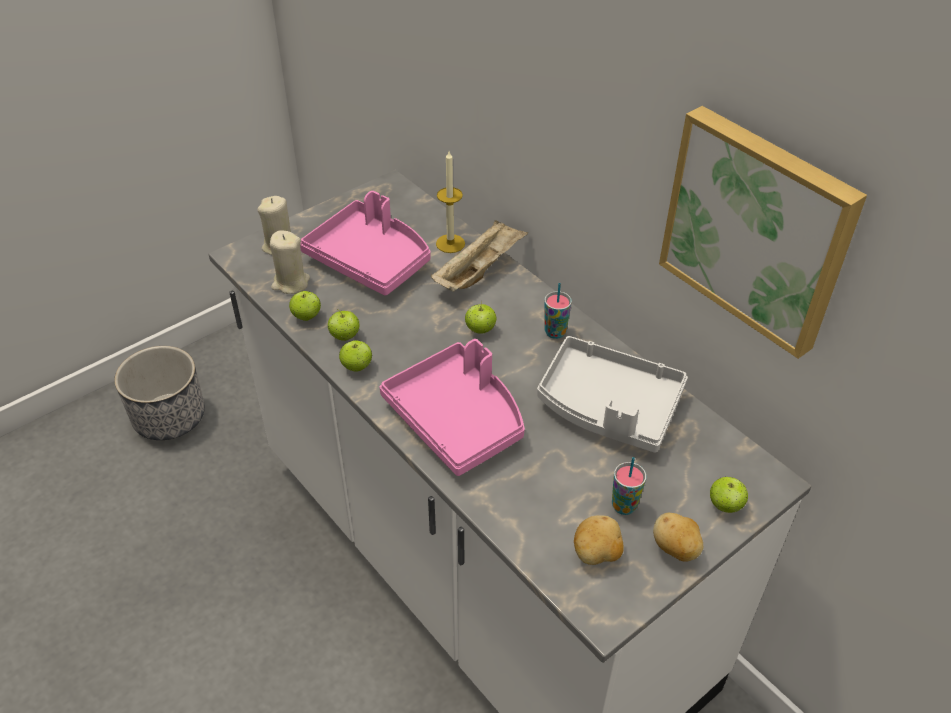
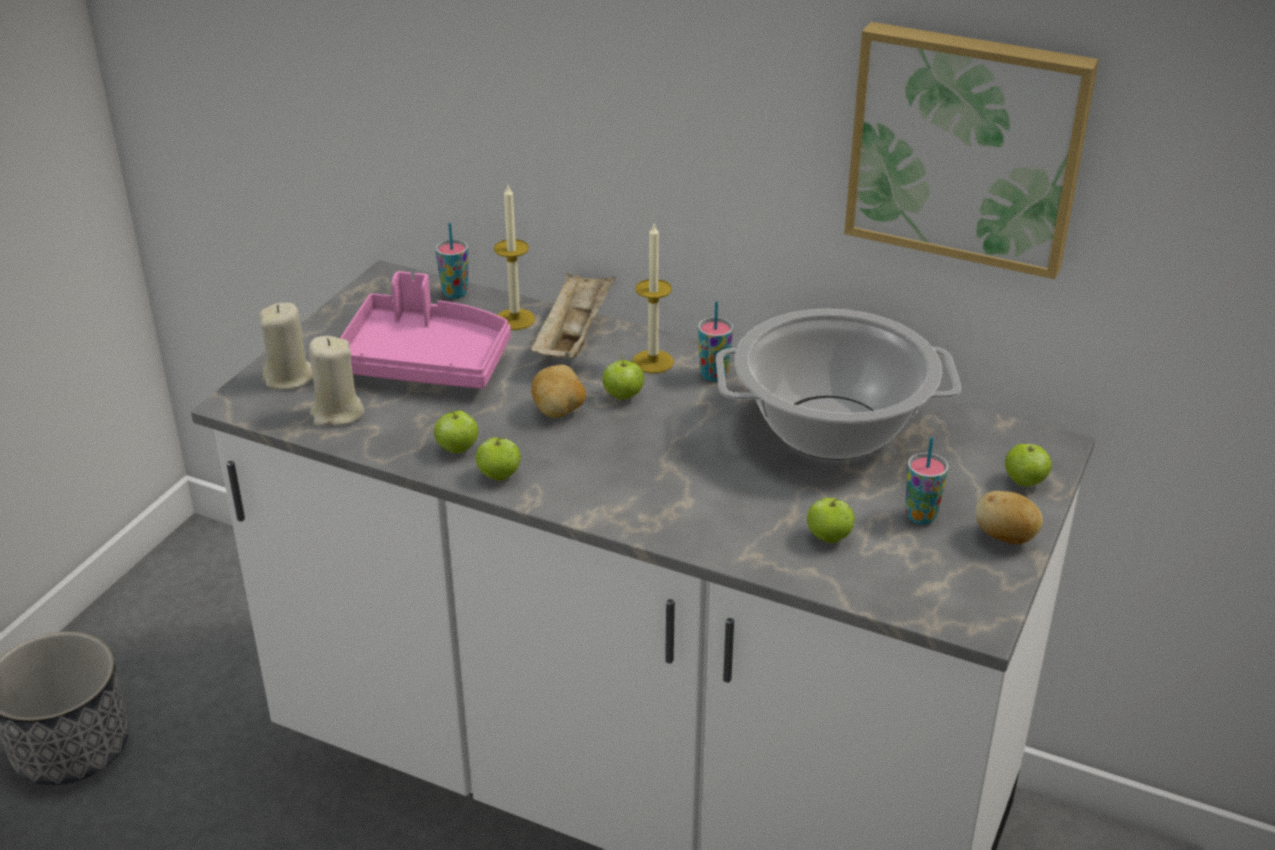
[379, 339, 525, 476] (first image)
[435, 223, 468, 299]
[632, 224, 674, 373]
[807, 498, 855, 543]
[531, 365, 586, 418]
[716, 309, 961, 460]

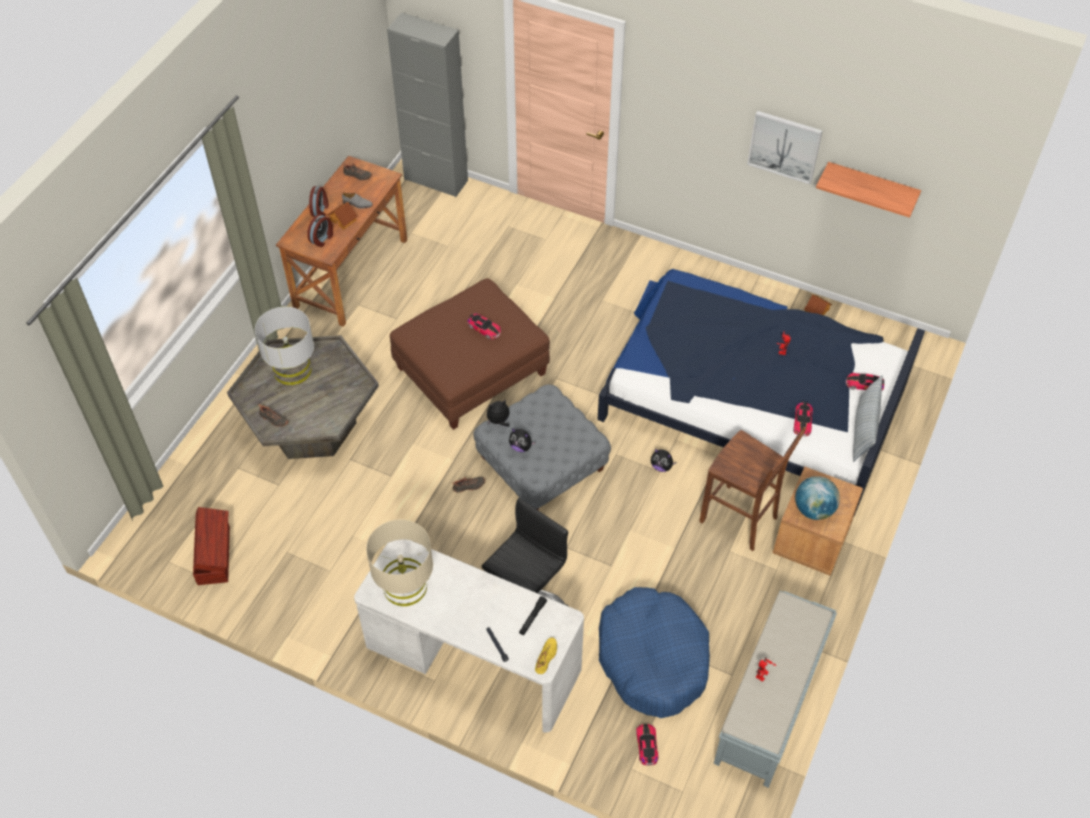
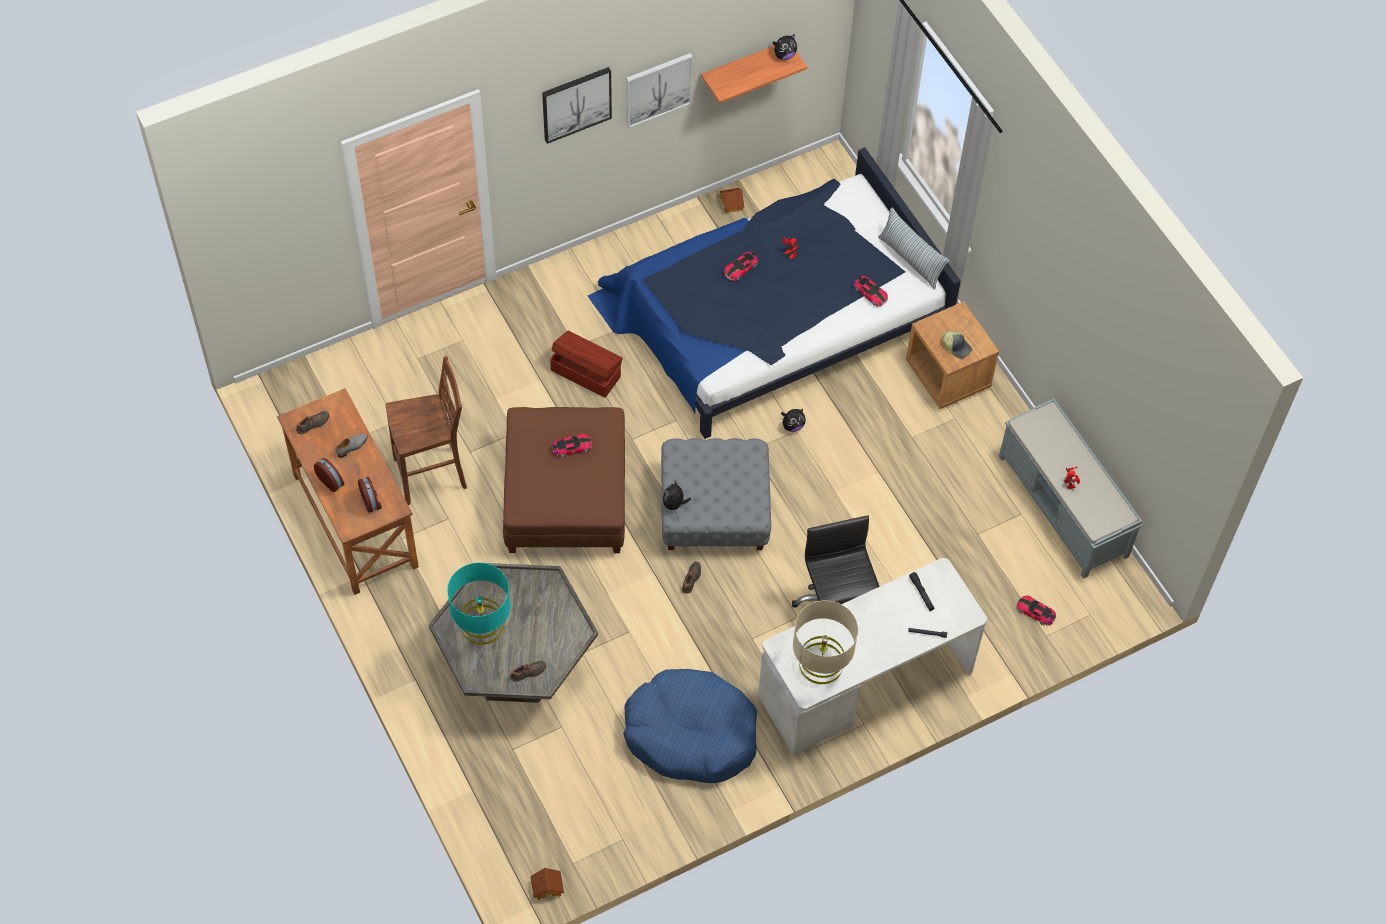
[387, 12, 468, 197] (first image)
[535, 637, 557, 674] (first image)
[542, 67, 612, 144]
[550, 331, 623, 398]
[530, 868, 564, 900]
[772, 34, 797, 60]
[623, 669, 757, 783]
[386, 356, 467, 505]
[724, 251, 758, 281]
[942, 331, 972, 359]
[447, 563, 511, 645]

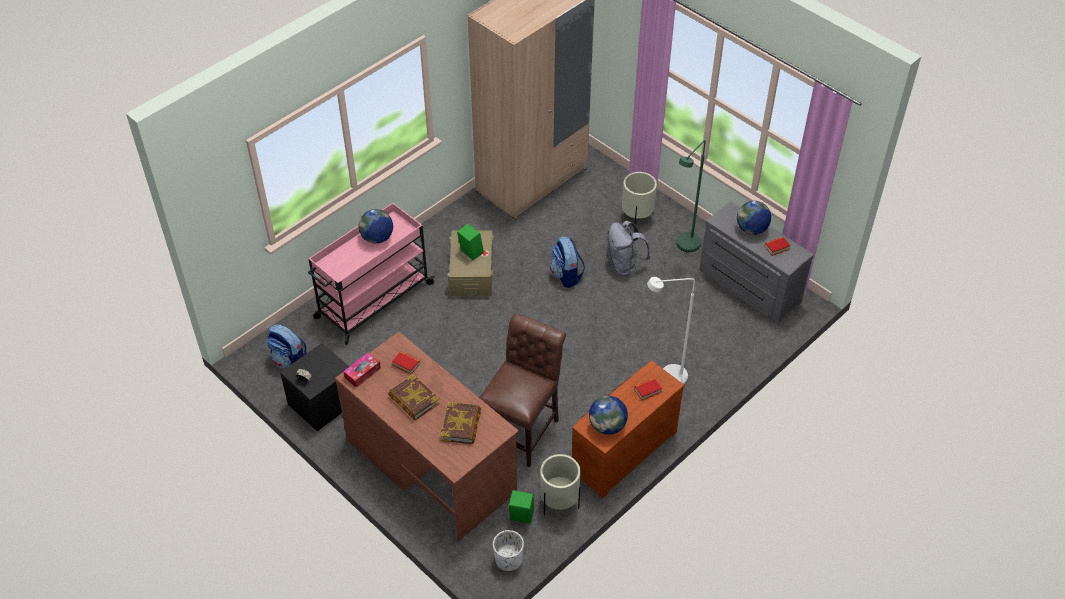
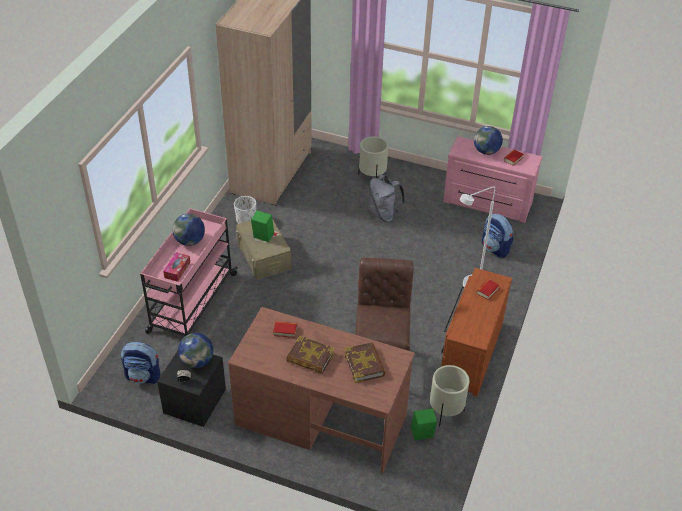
[676, 140, 706, 252] (first image)
[163, 252, 190, 282]
[234, 196, 256, 224]
[482, 214, 513, 258]
[178, 333, 213, 368]
[443, 136, 542, 223]

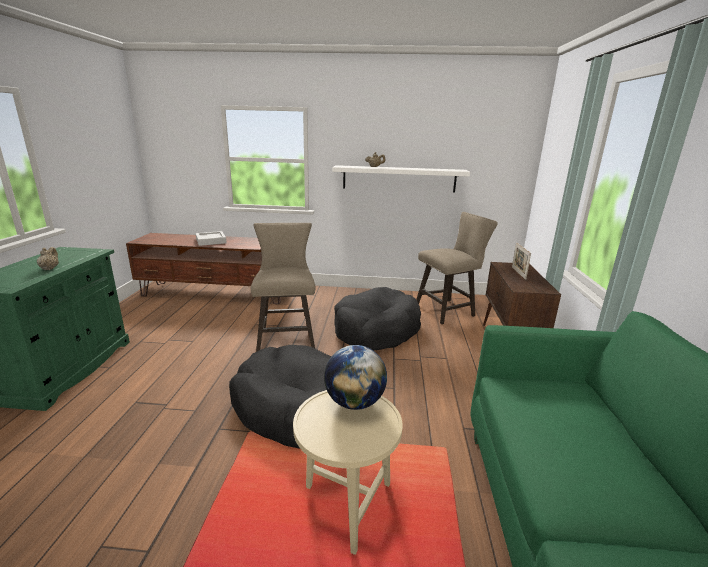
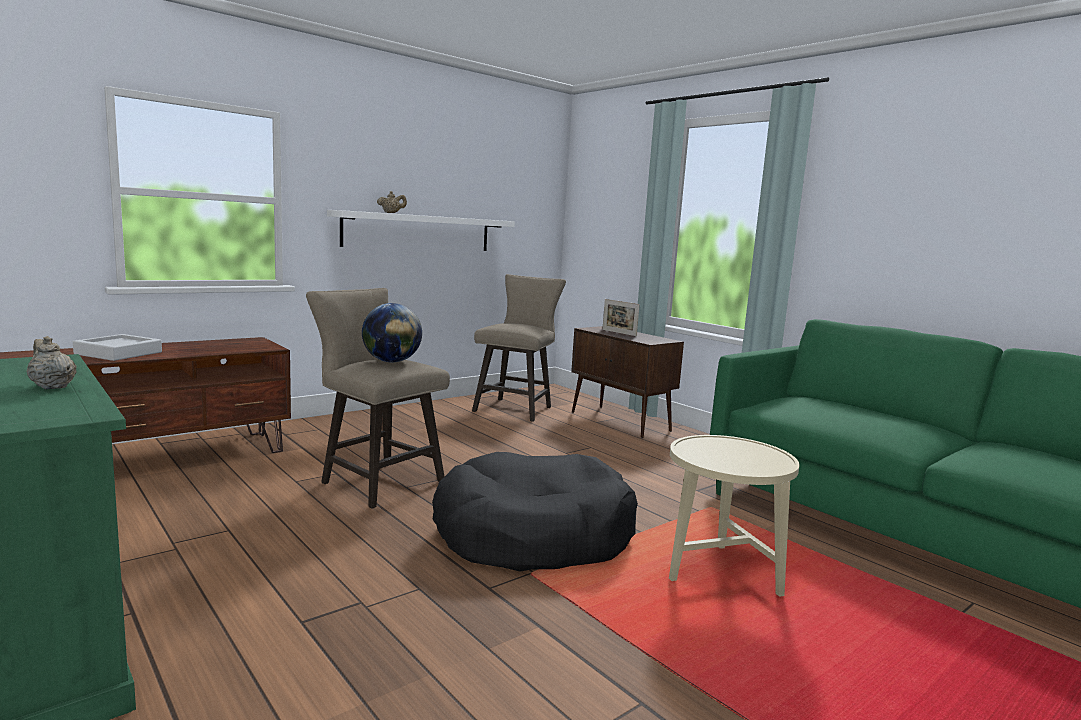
[334, 287, 421, 351] (first image)
[362, 303, 422, 362]

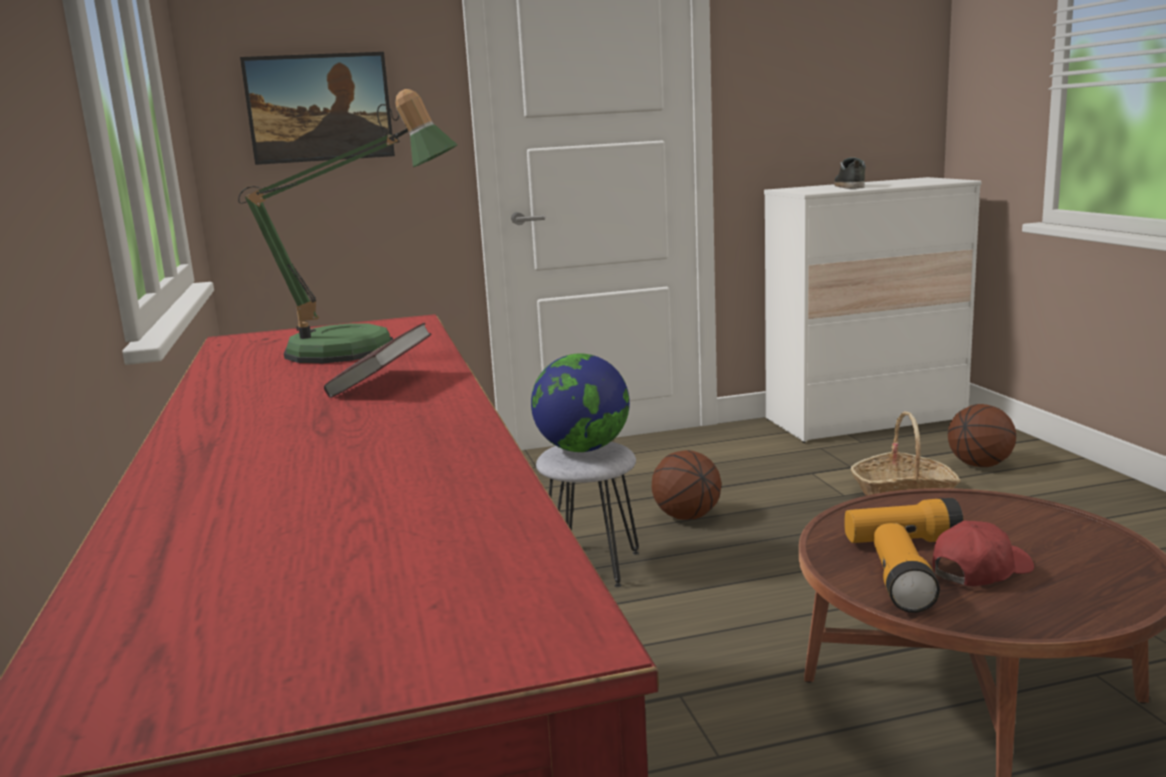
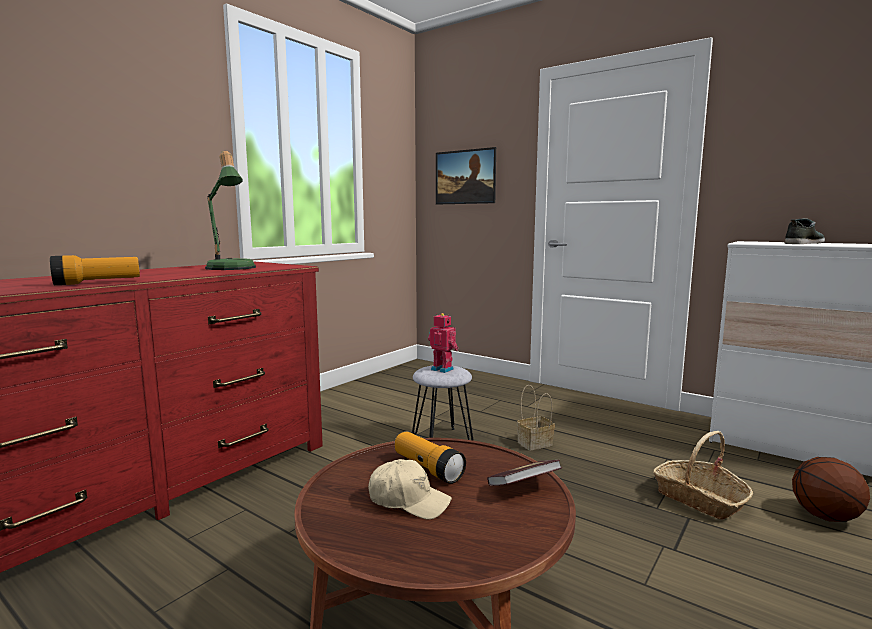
[487, 460, 562, 486]
[50, 255, 140, 285]
[428, 313, 458, 373]
[517, 385, 555, 450]
[368, 459, 452, 520]

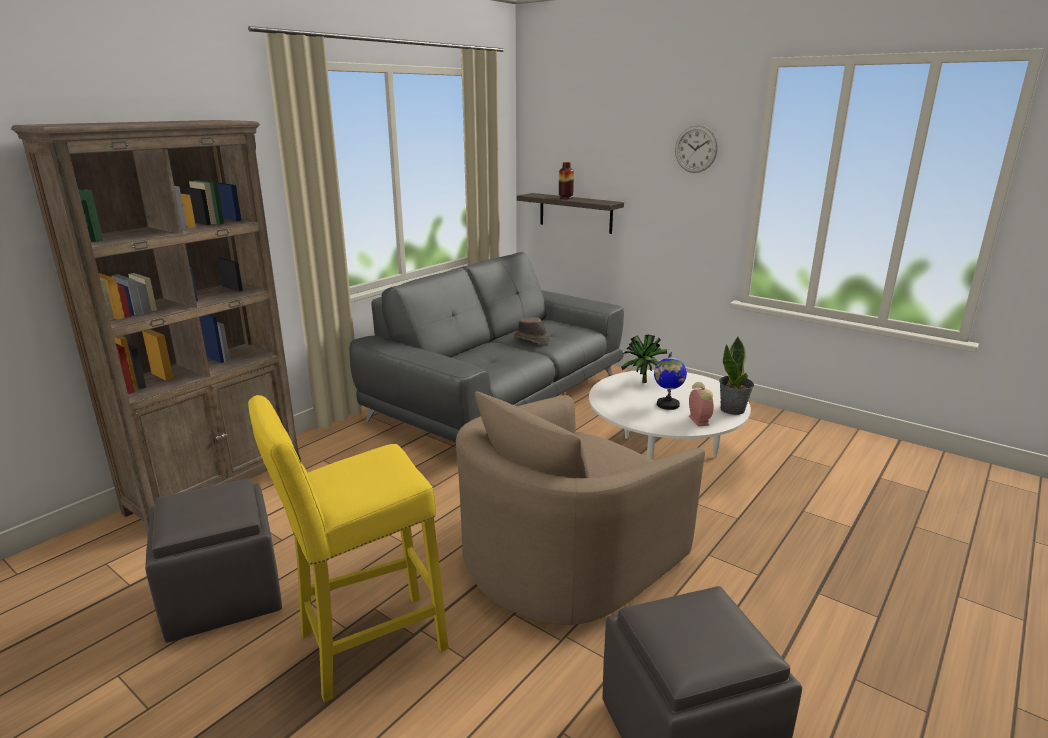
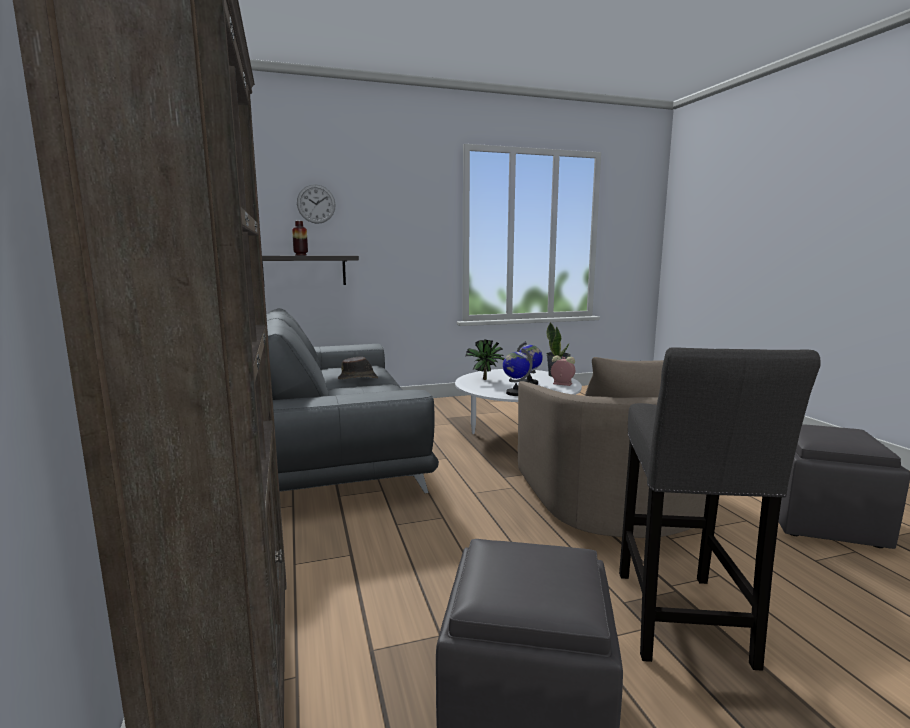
[503, 348, 533, 396]
[297, 184, 336, 224]
[619, 347, 821, 671]

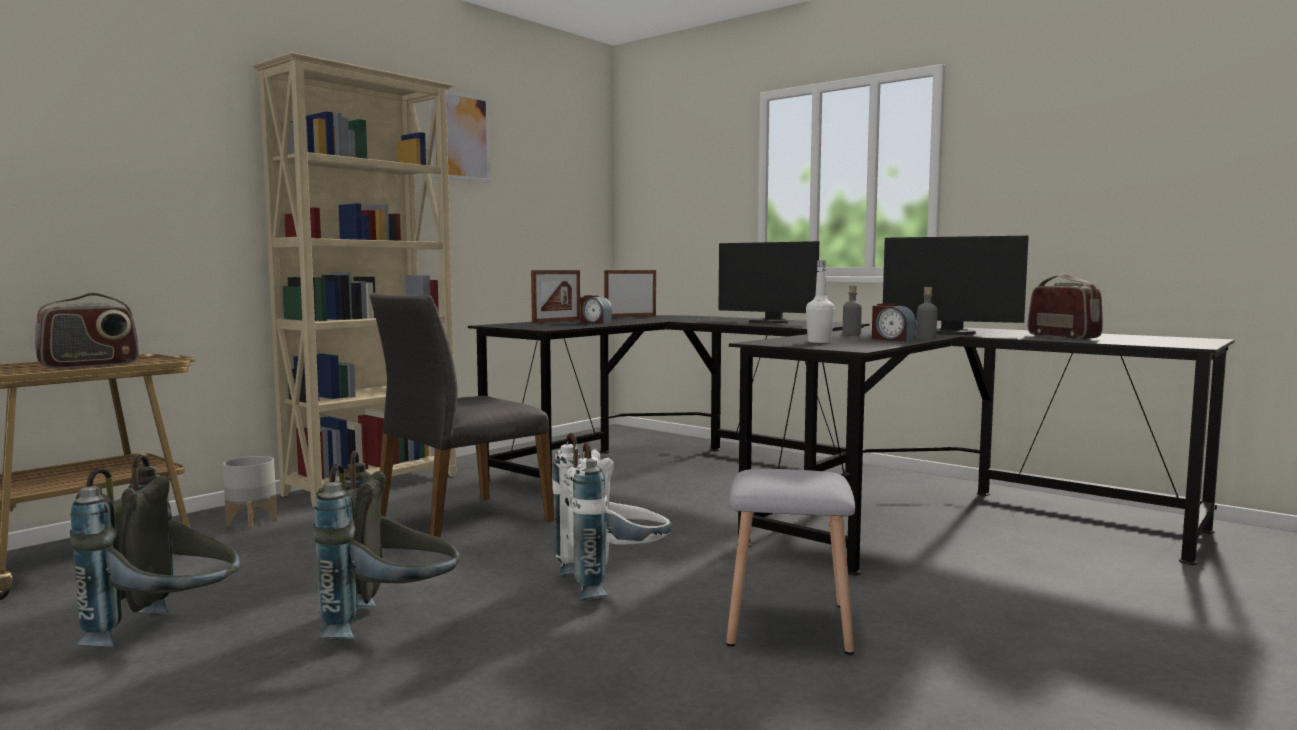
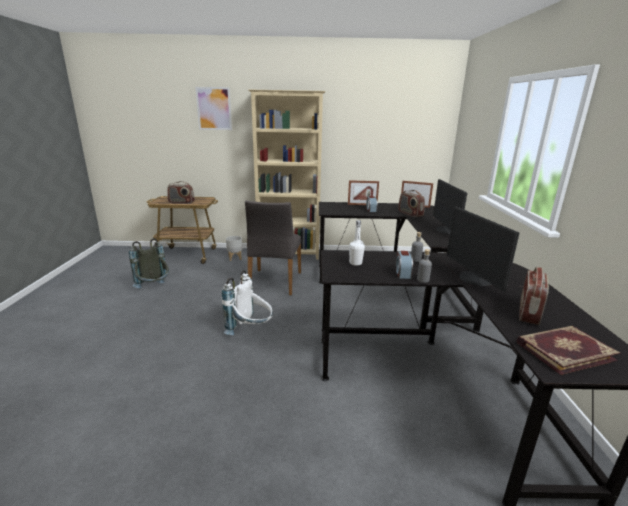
[314, 450, 460, 639] (first image)
[726, 469, 855, 655] (first image)
[398, 190, 425, 217]
[517, 326, 620, 375]
[195, 87, 232, 130]
[245, 201, 301, 295]

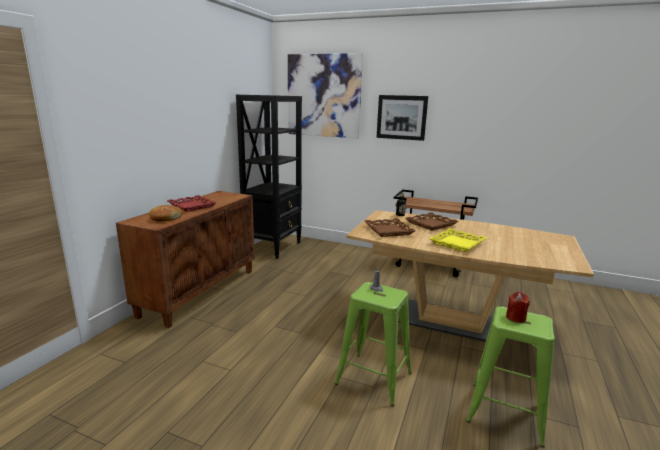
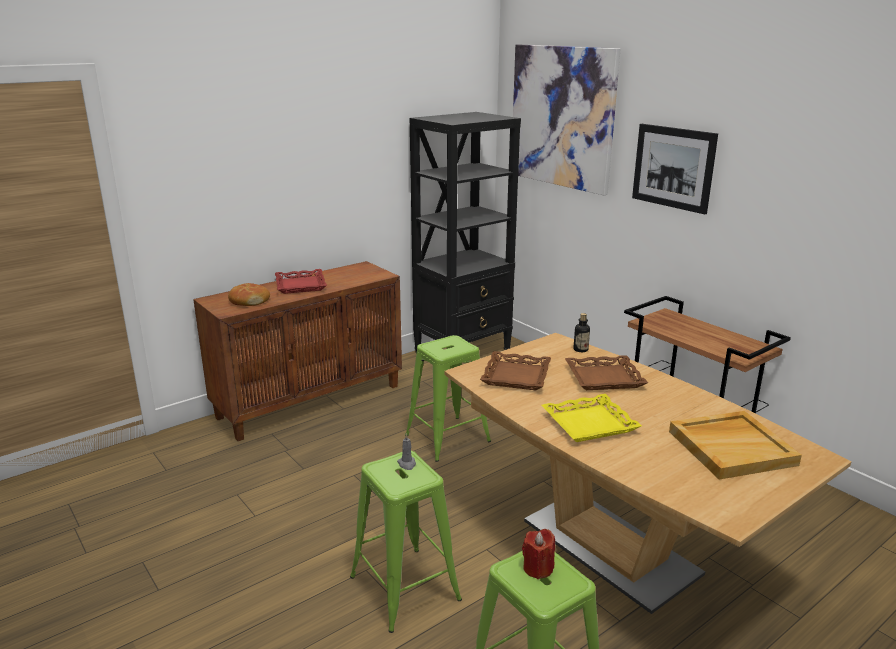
[405, 335, 491, 462]
[669, 411, 802, 479]

